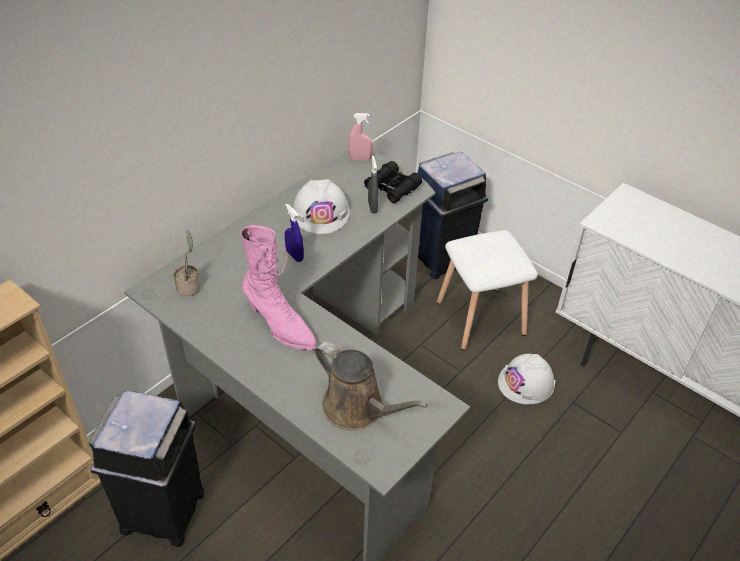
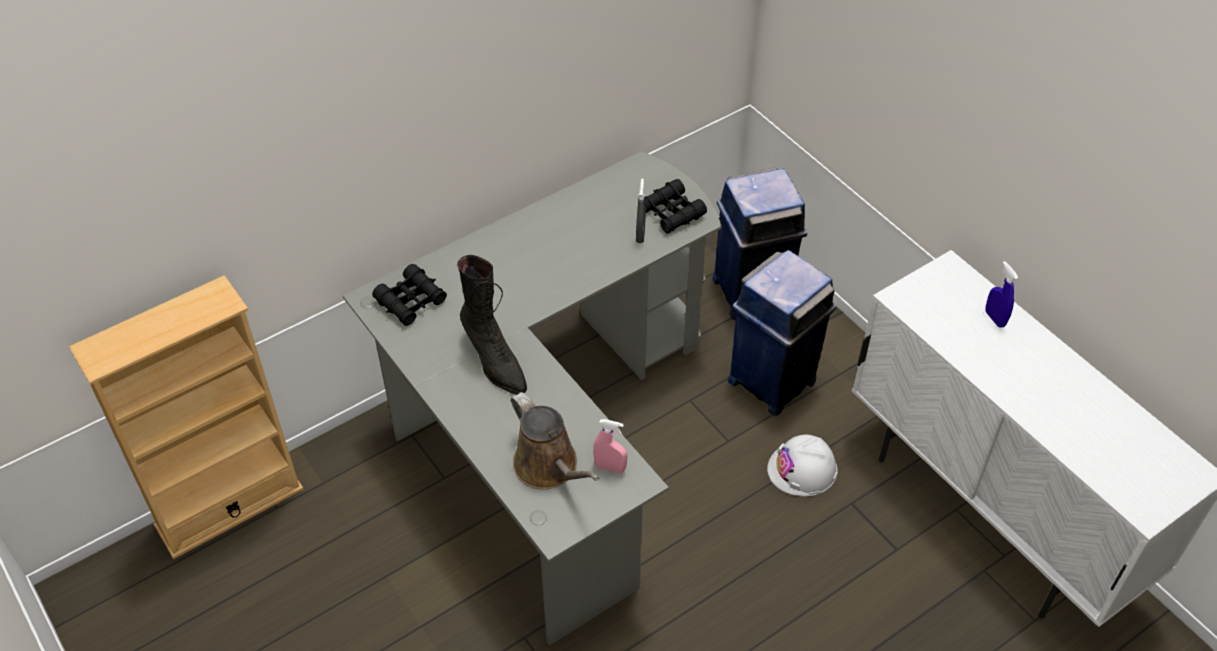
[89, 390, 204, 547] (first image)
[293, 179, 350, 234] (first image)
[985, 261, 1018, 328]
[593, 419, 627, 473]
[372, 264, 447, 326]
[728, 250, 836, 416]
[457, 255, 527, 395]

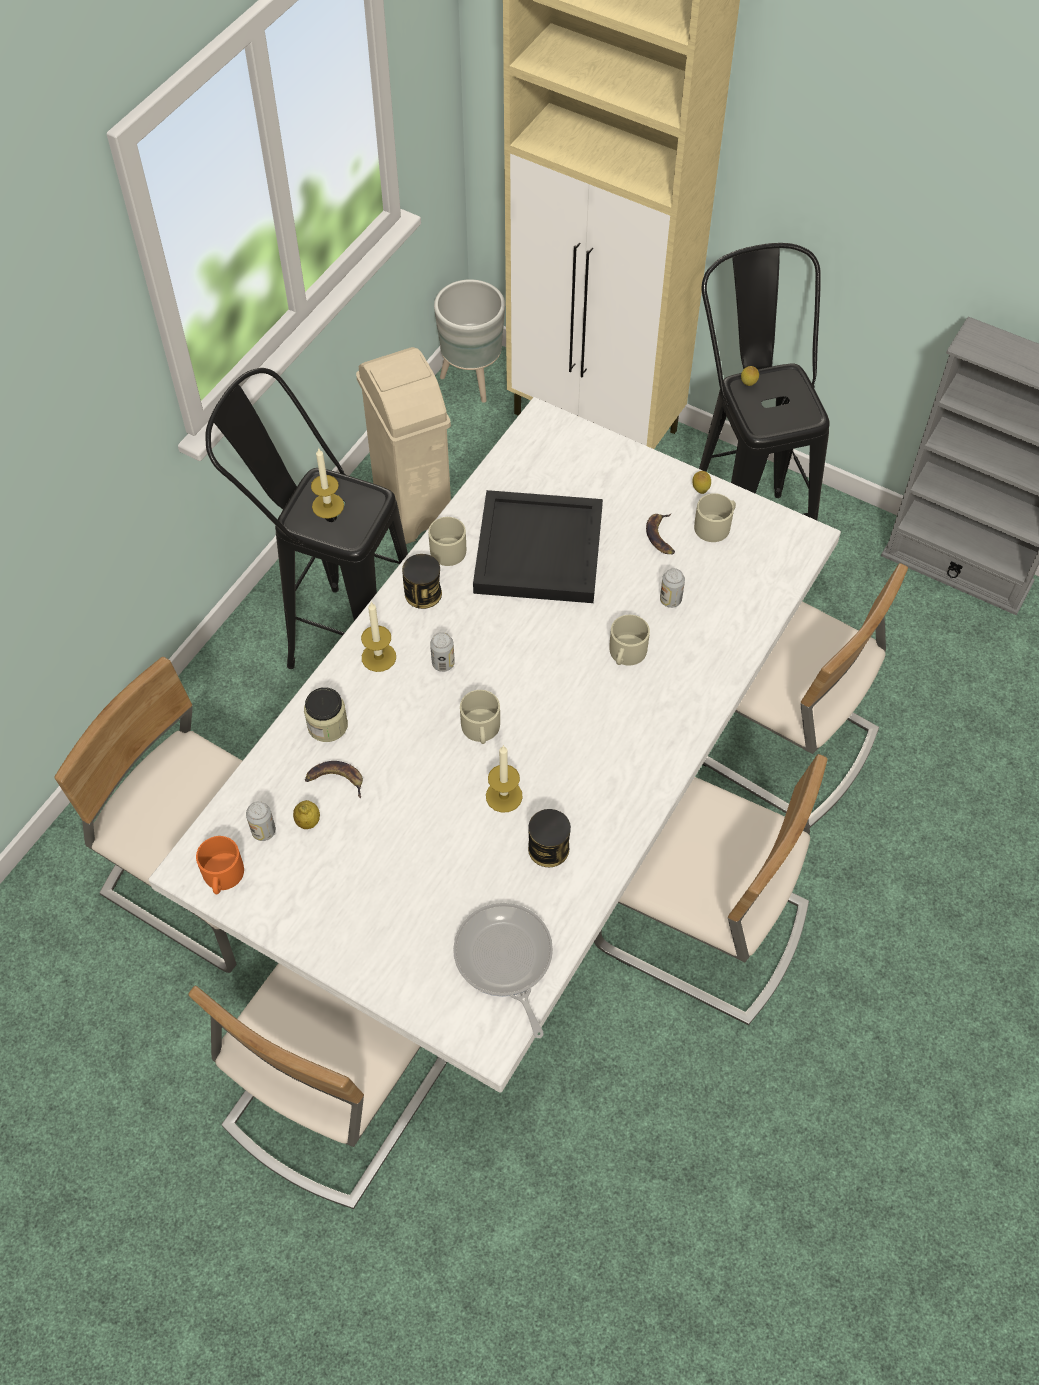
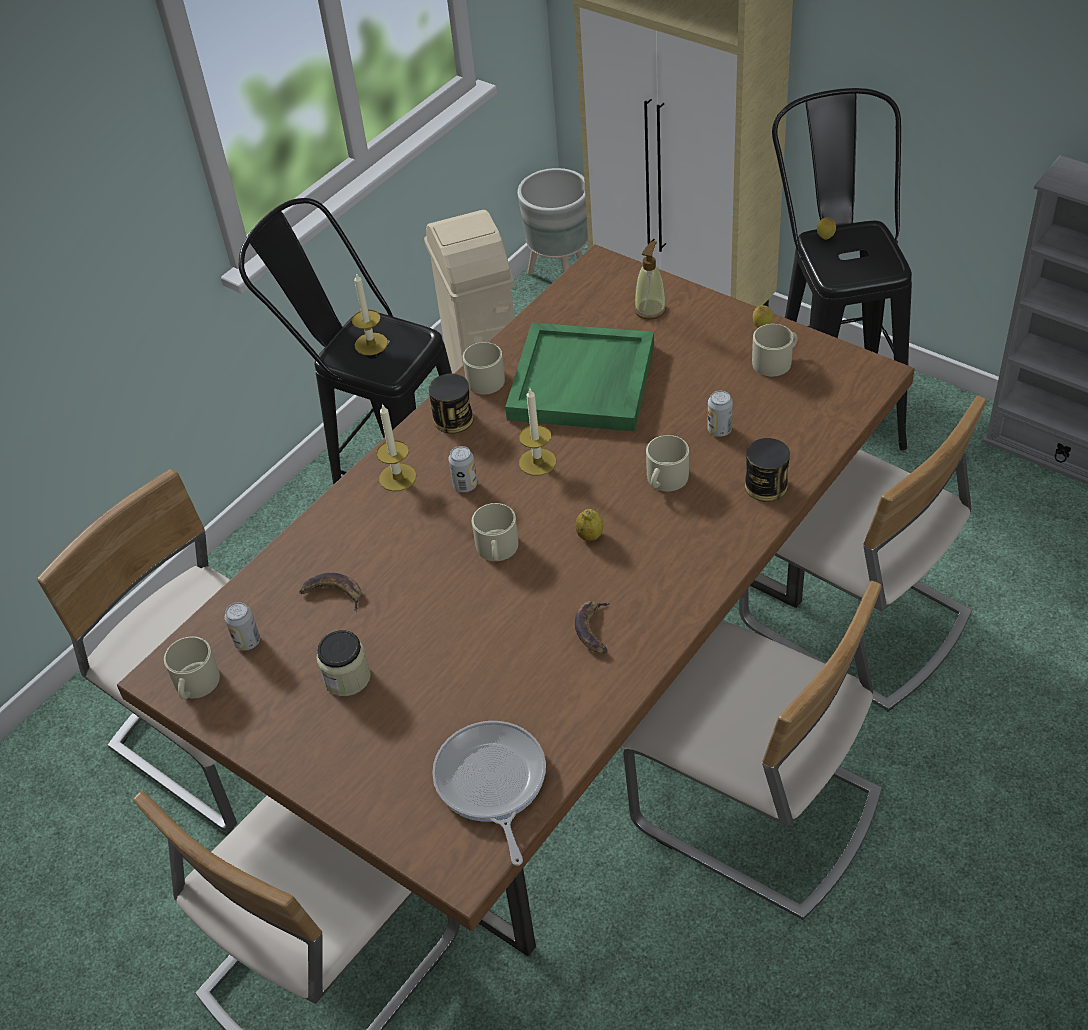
[634, 241, 667, 320]
[576, 509, 603, 541]
[317, 630, 371, 696]
[519, 389, 556, 476]
[745, 438, 790, 502]
[575, 601, 611, 653]
[117, 244, 915, 956]
[164, 637, 220, 700]
[505, 323, 654, 432]

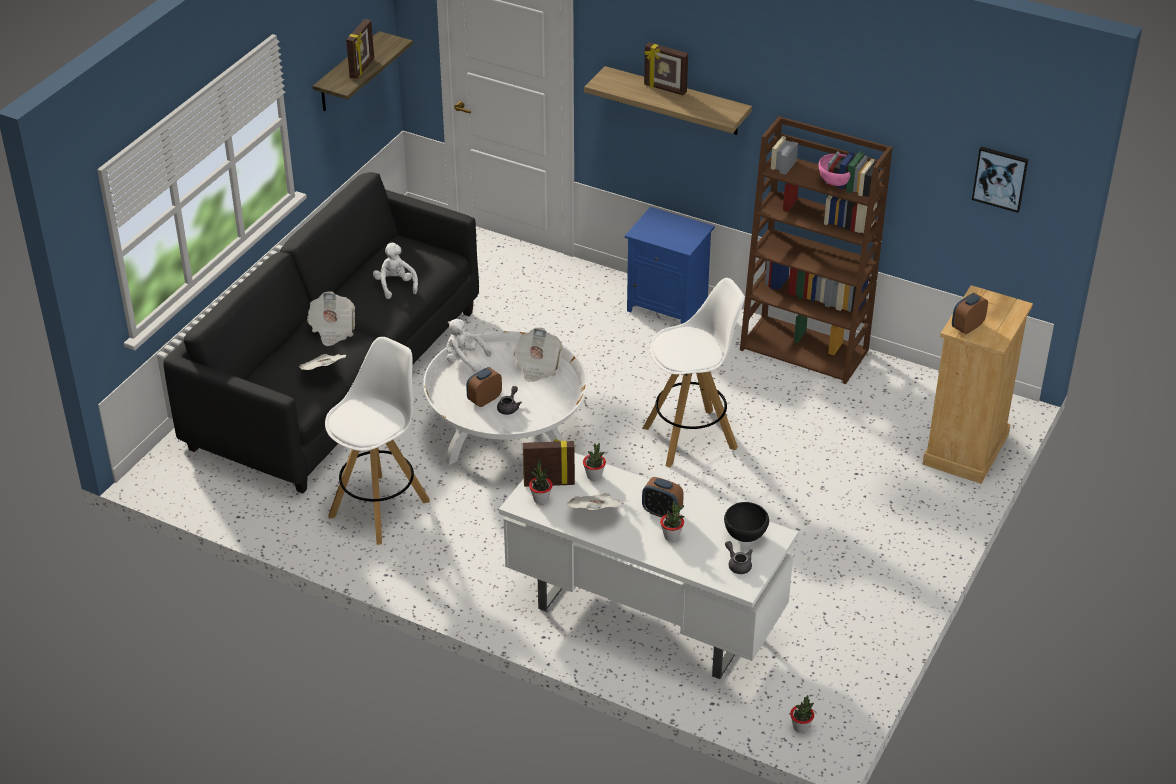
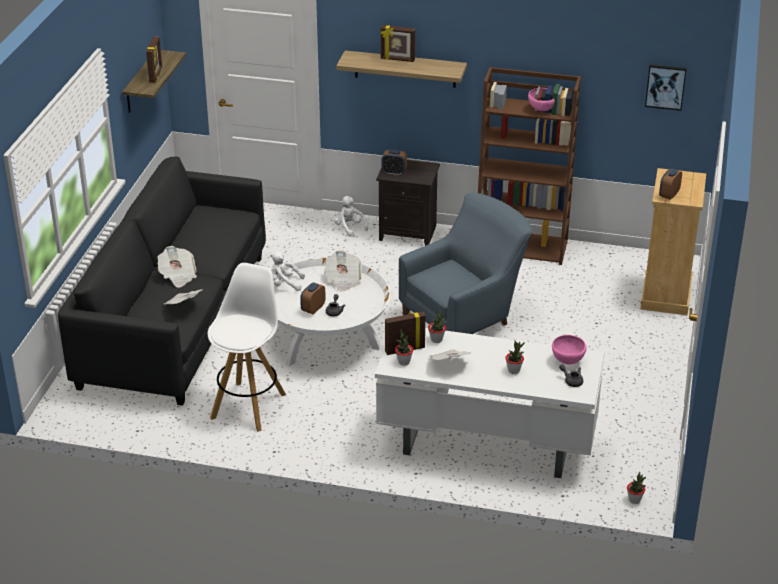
[334, 196, 368, 237]
[381, 150, 407, 176]
[399, 193, 532, 334]
[376, 160, 440, 246]
[552, 335, 587, 364]

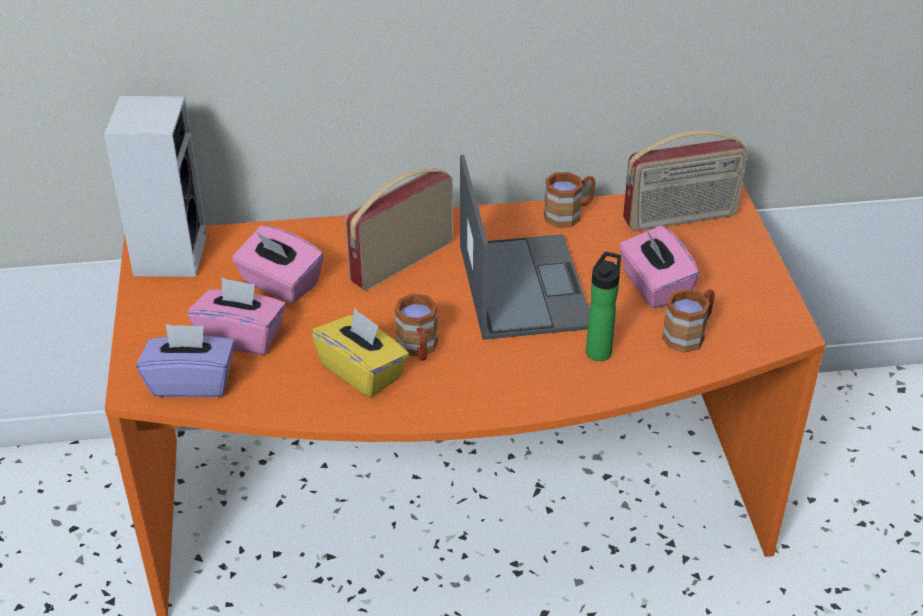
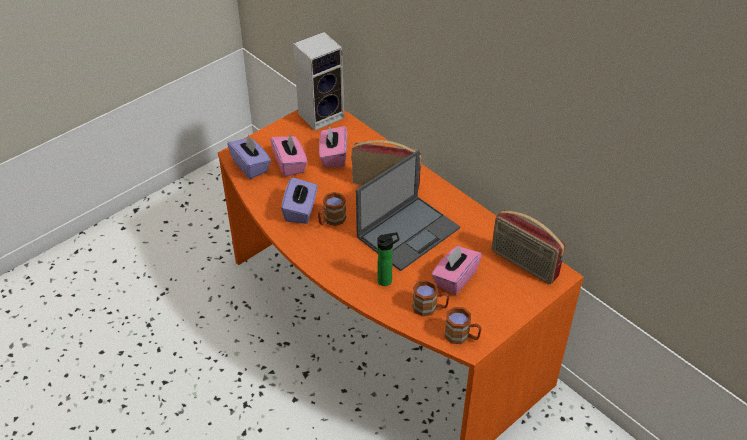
[445, 307, 482, 344]
[281, 177, 318, 224]

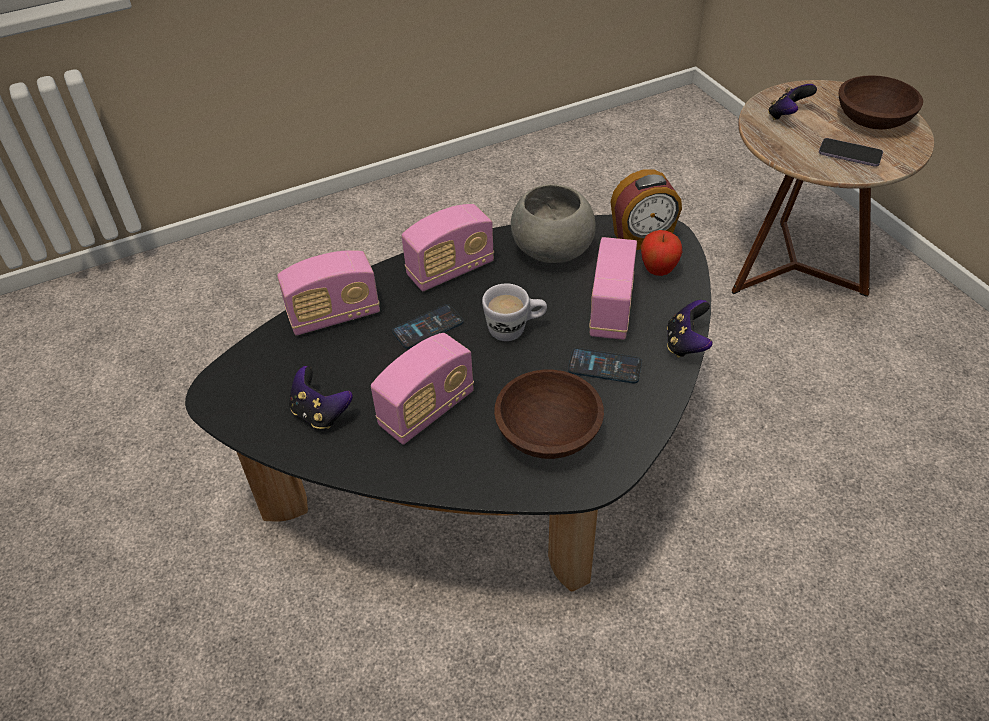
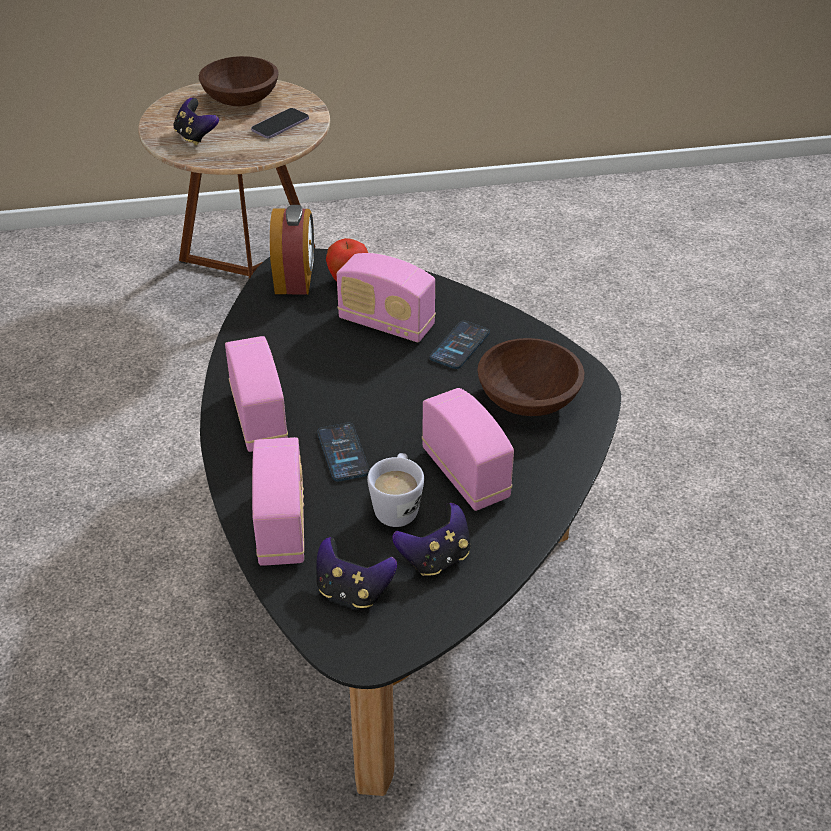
[511, 184, 596, 263] (first image)
[367, 453, 424, 527]
[316, 537, 397, 608]

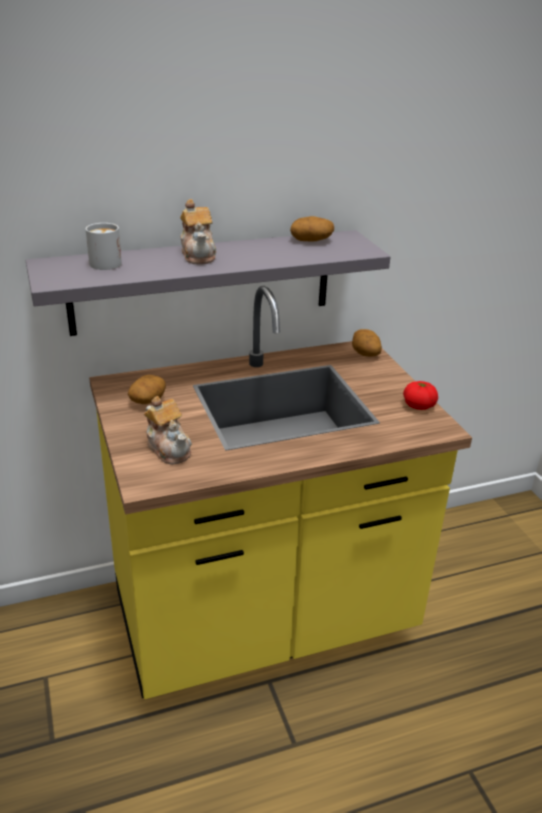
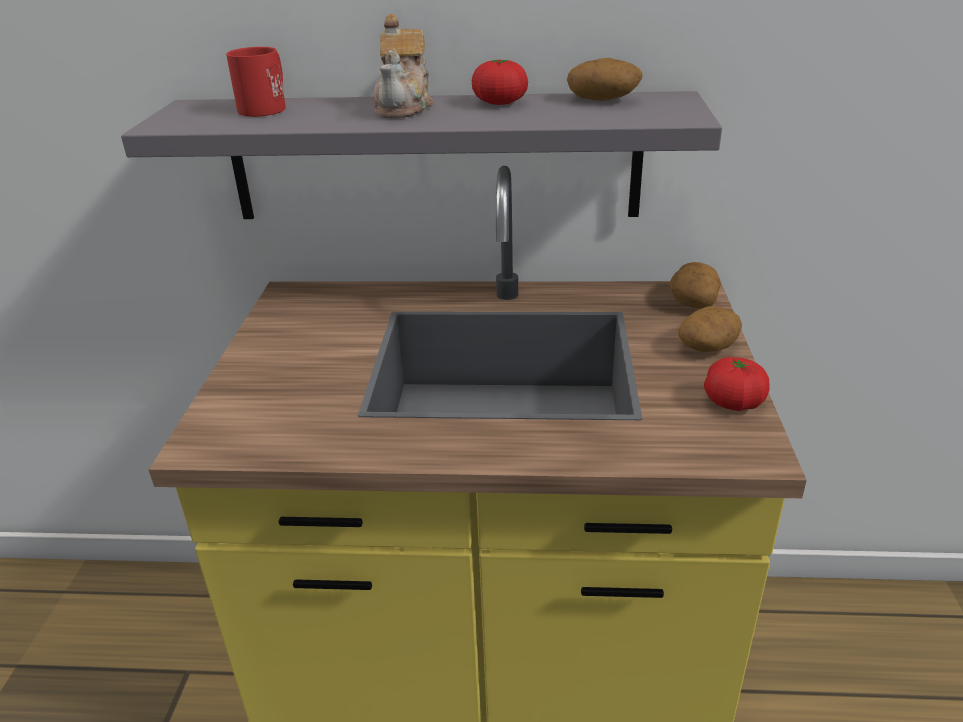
[144, 396, 192, 465] (first image)
[472, 59, 528, 105]
[678, 306, 742, 352]
[226, 47, 286, 117]

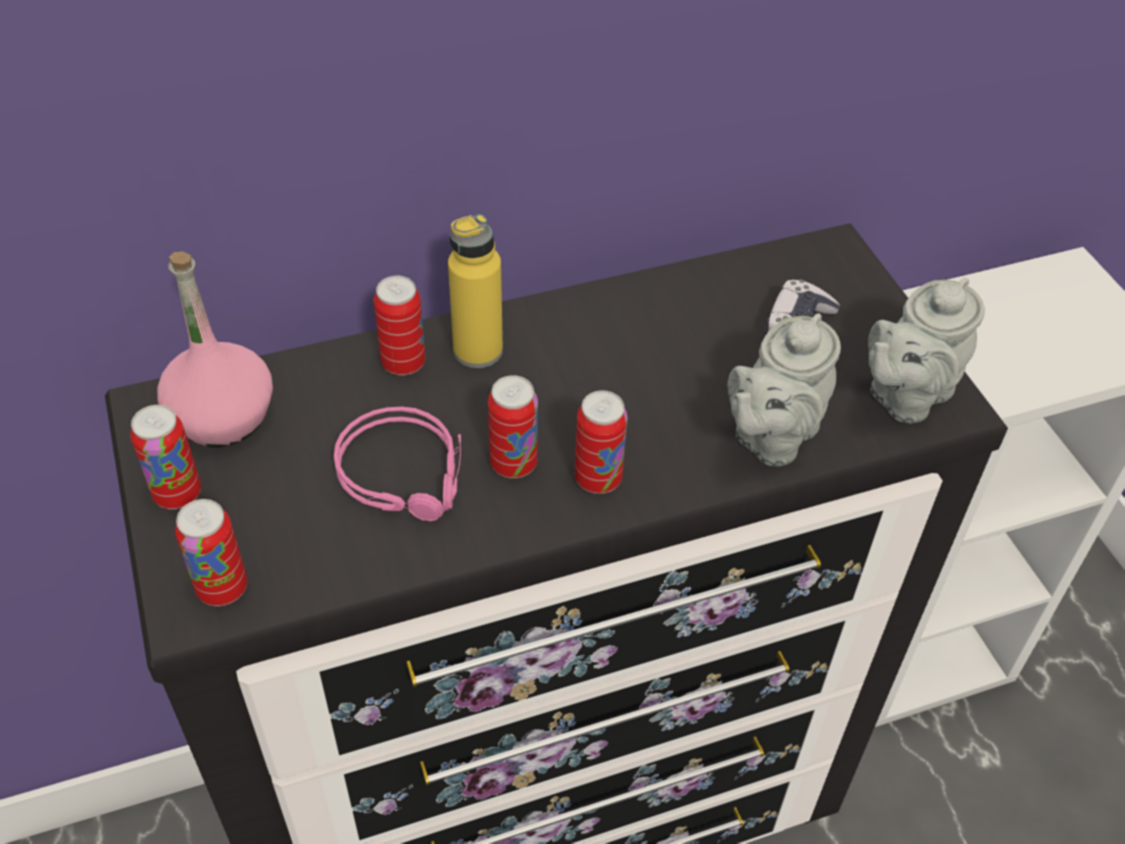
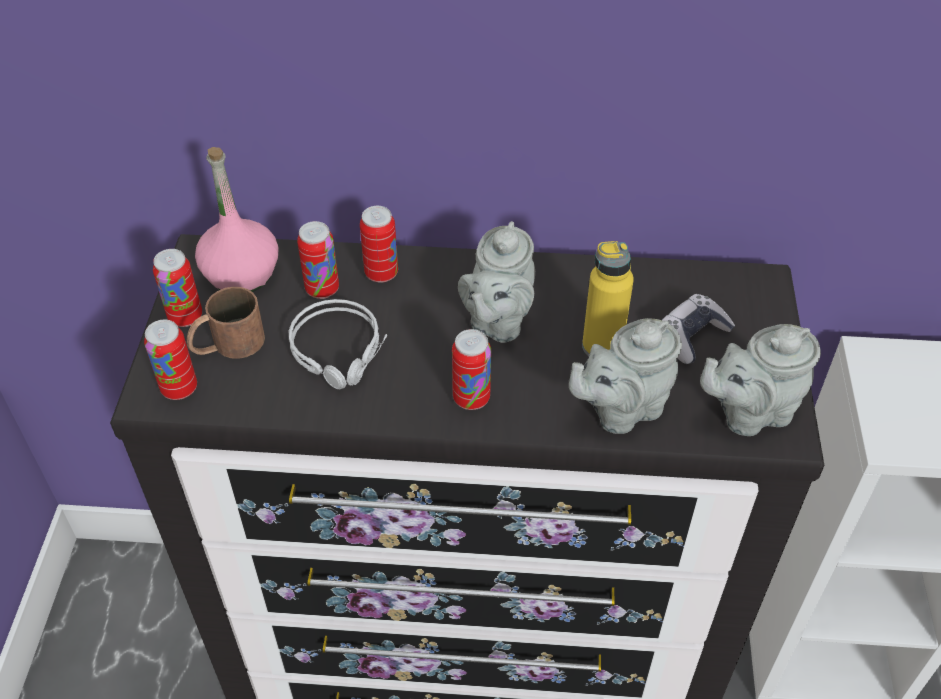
[187, 287, 265, 359]
[458, 221, 535, 343]
[582, 241, 634, 357]
[297, 221, 339, 299]
[289, 299, 387, 389]

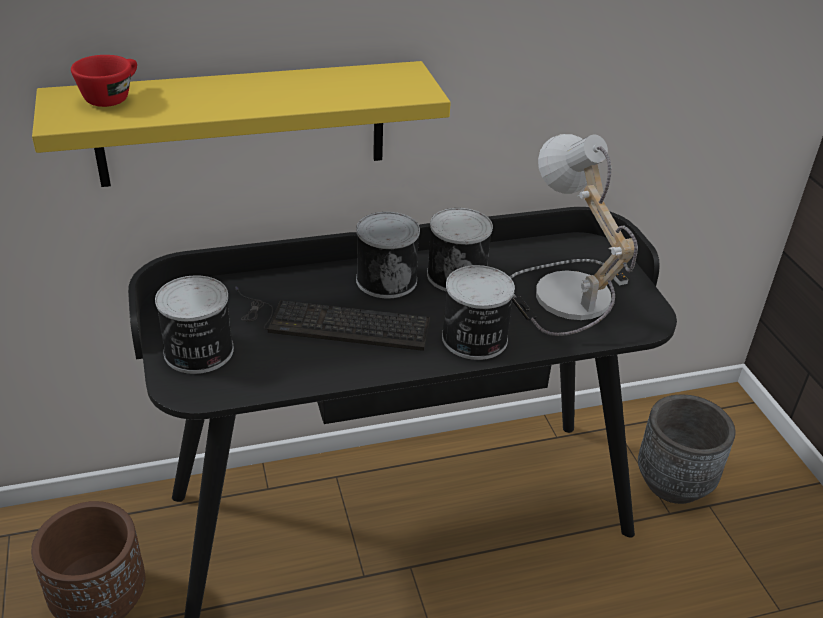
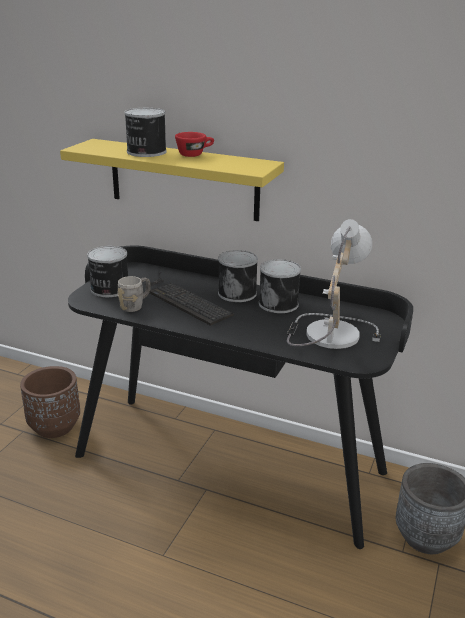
[117, 276, 150, 312]
[175, 132, 214, 157]
[124, 108, 167, 157]

